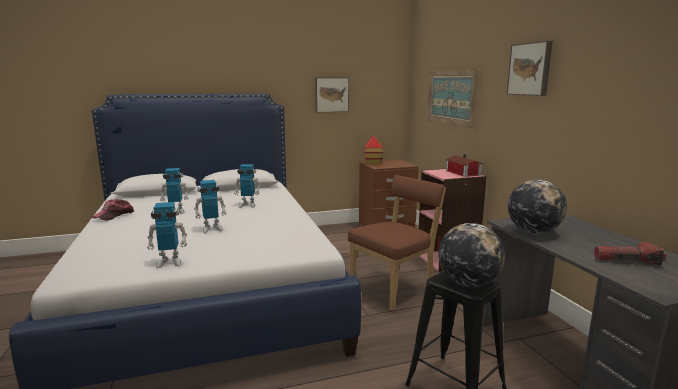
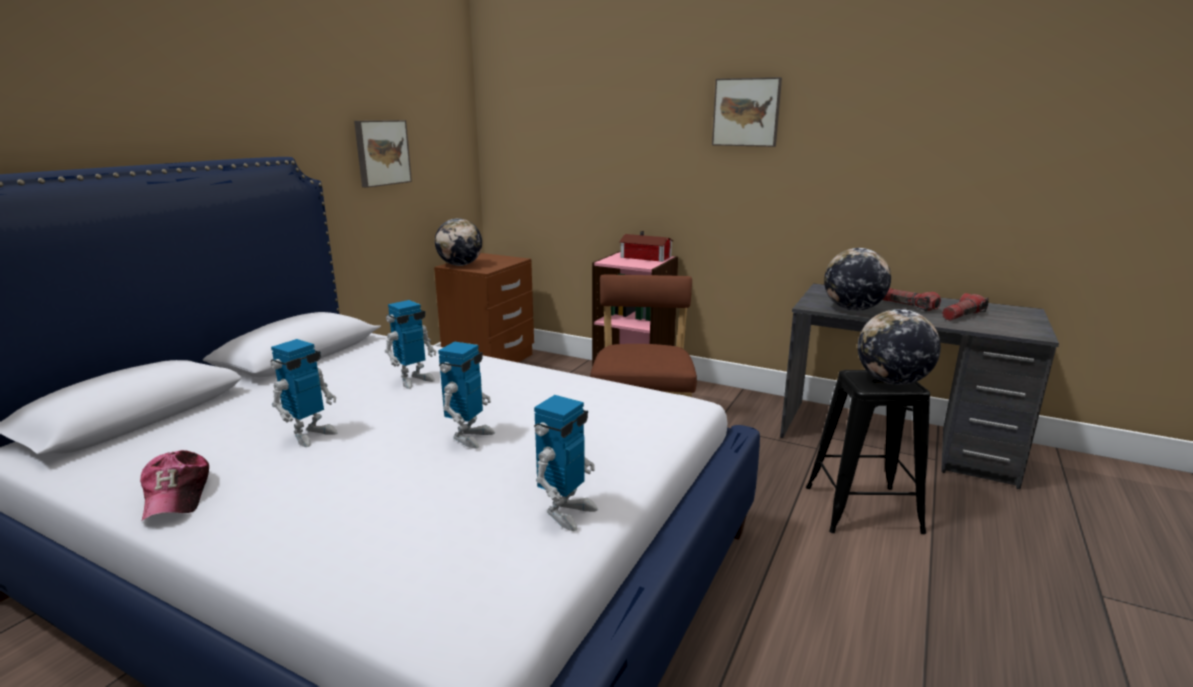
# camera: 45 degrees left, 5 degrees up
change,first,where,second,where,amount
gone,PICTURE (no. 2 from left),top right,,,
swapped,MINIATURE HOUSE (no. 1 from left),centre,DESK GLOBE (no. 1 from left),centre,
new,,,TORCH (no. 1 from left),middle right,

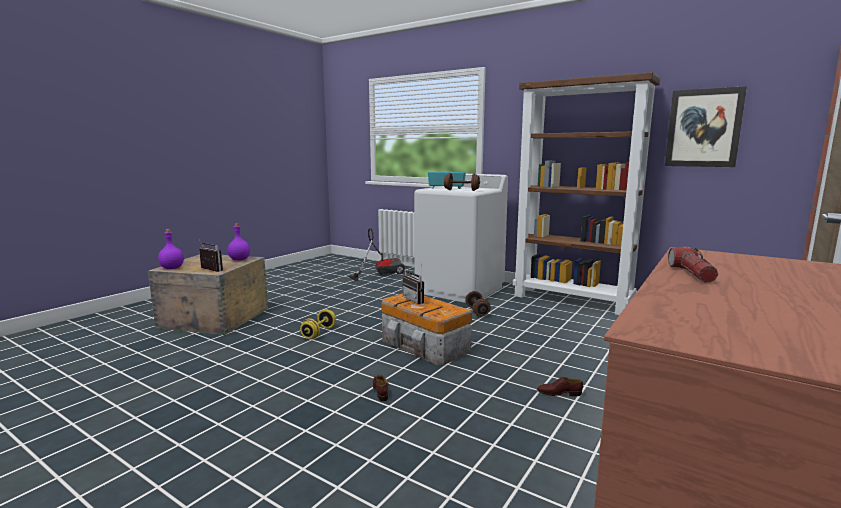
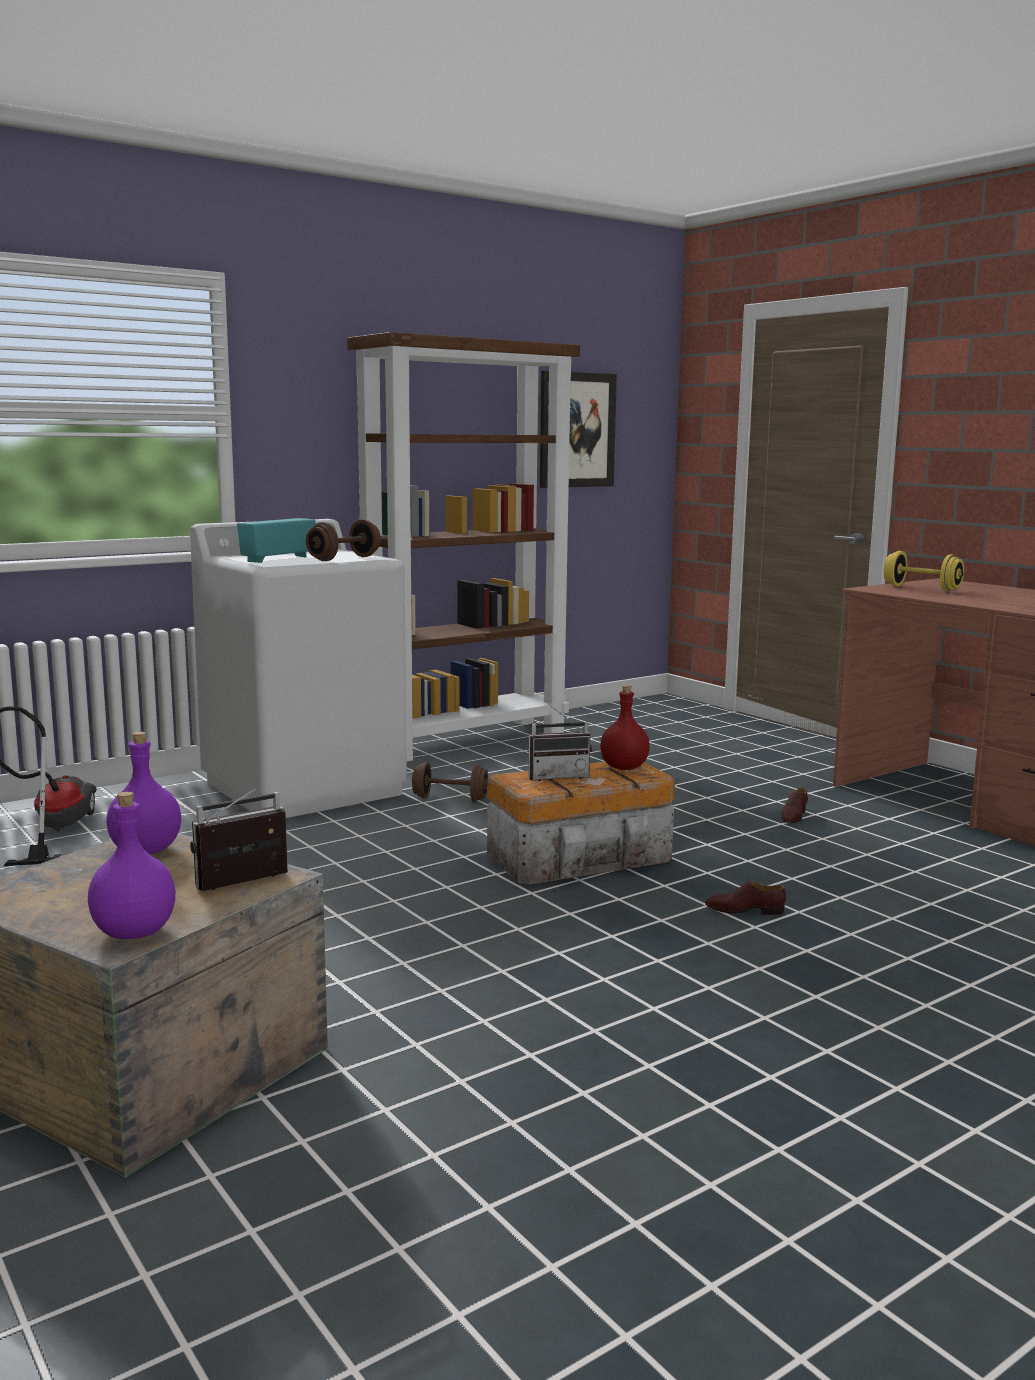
# camera: 70 degrees left, 0 degrees up
change,first,where,second,where,amount
gone,TORCH,middle right,,,
shifted,YELLOWISH FREE WEIGHT,centre,,middle right,
new,,,RED-COLOURED BEVERAGE BOTTLE,centre,

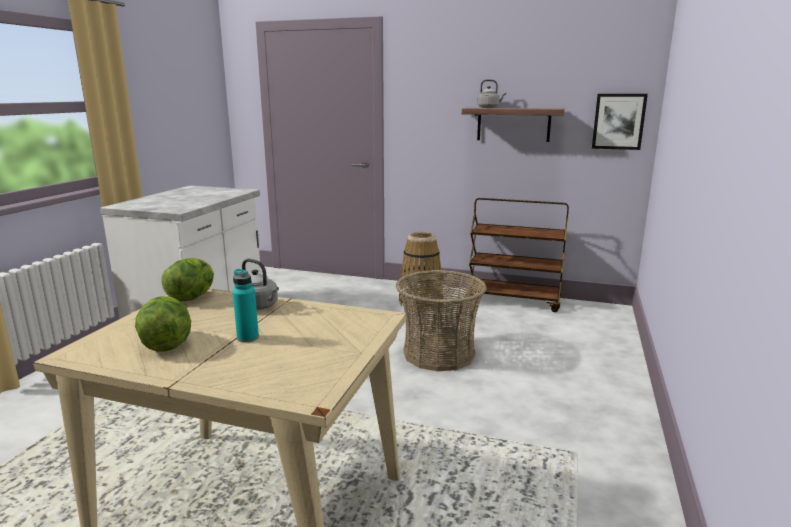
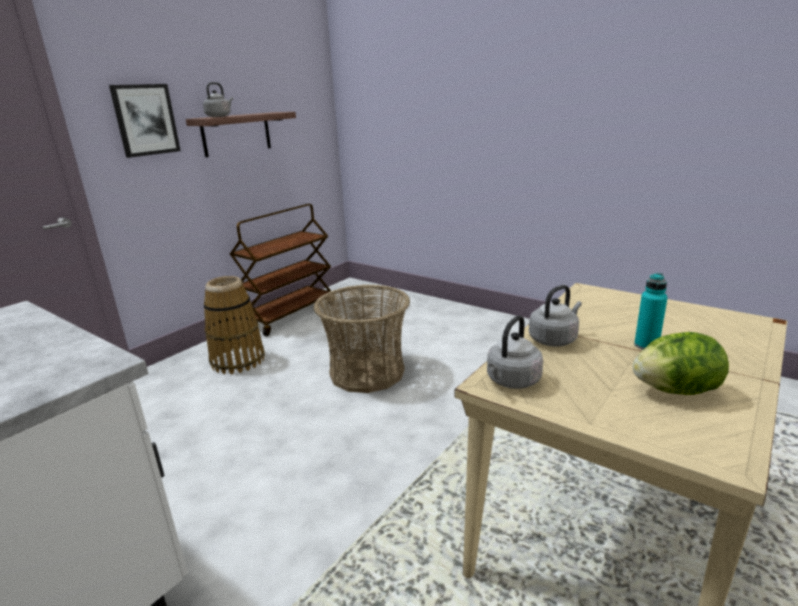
# camera: 70 degrees left, 5 degrees up
change,first,where,second,where,amount
shifted,PICTURE,top right,,top left,
swapped,LETTUCE HEAD (no. 2 from left),middle left,GREYISH TEA KETTLE (no. 2 from left),centre,

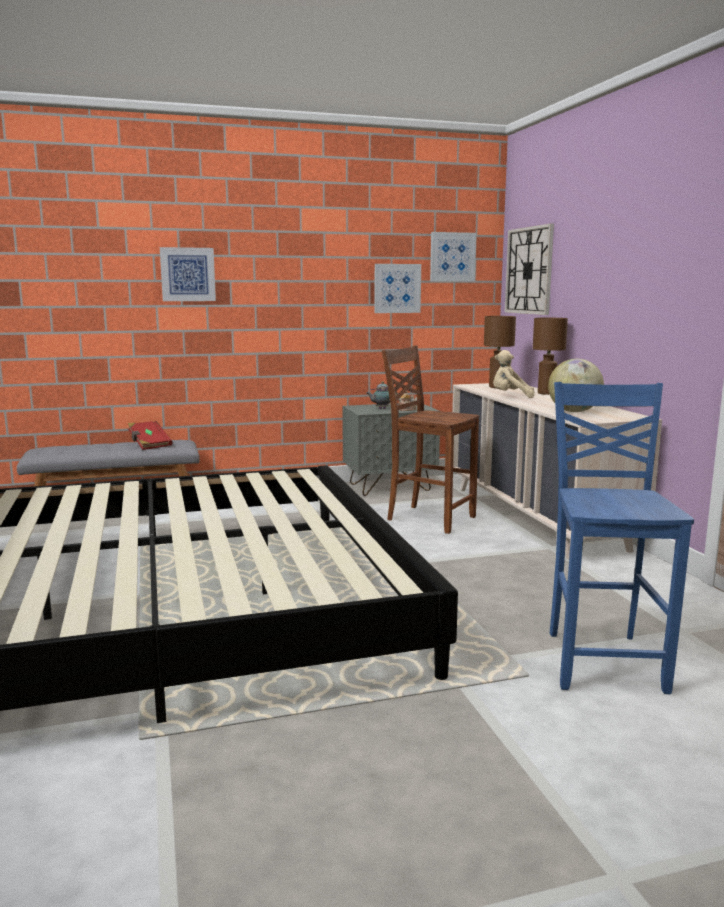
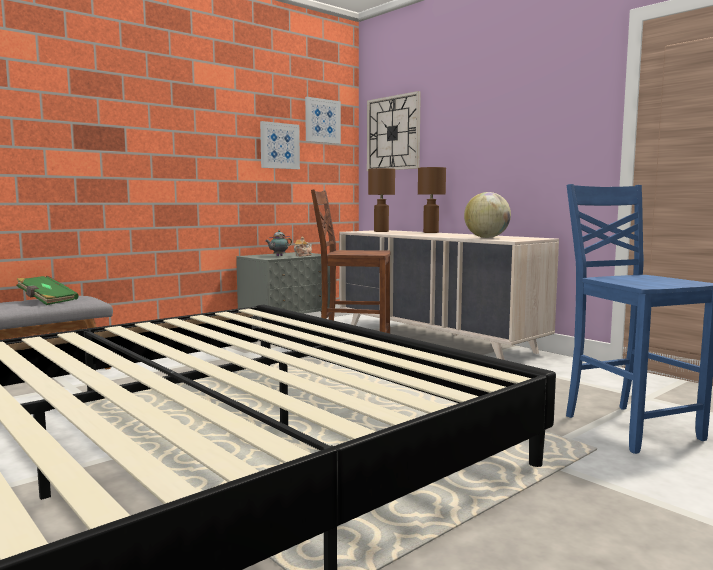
# camera: 25 degrees left, 5 degrees down
change,first,where,second,where,amount
gone,PICTURE (no. 1 from left),top left,,,
gone,BEIGE-COLOURED PLUSH TOY,middle right,,,
repainted,RED-COLOURED BOOK,middle left,GREEN-COLOURED BOOK,middle left,

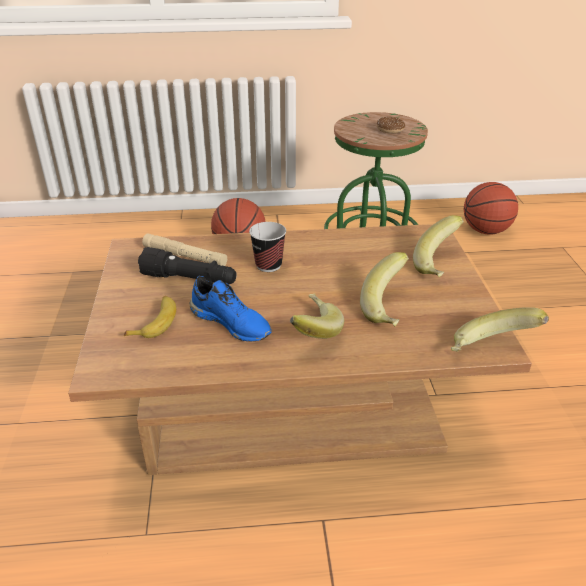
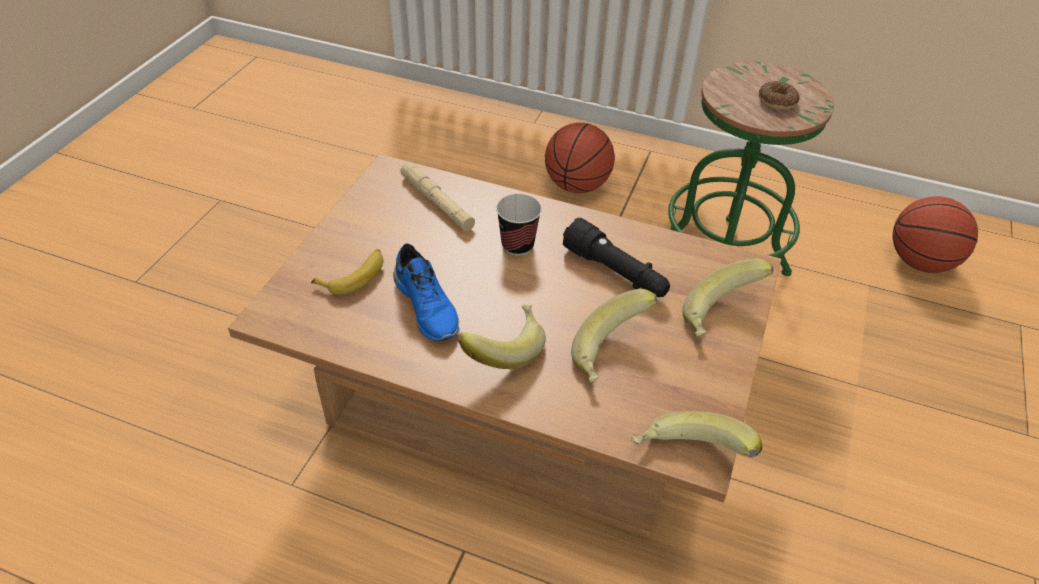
# camera: 25 degrees right, 10 degrees up
change,first,where,second,where,amount
shifted,BLACK-COLOURED TORCH,middle left,,centre,

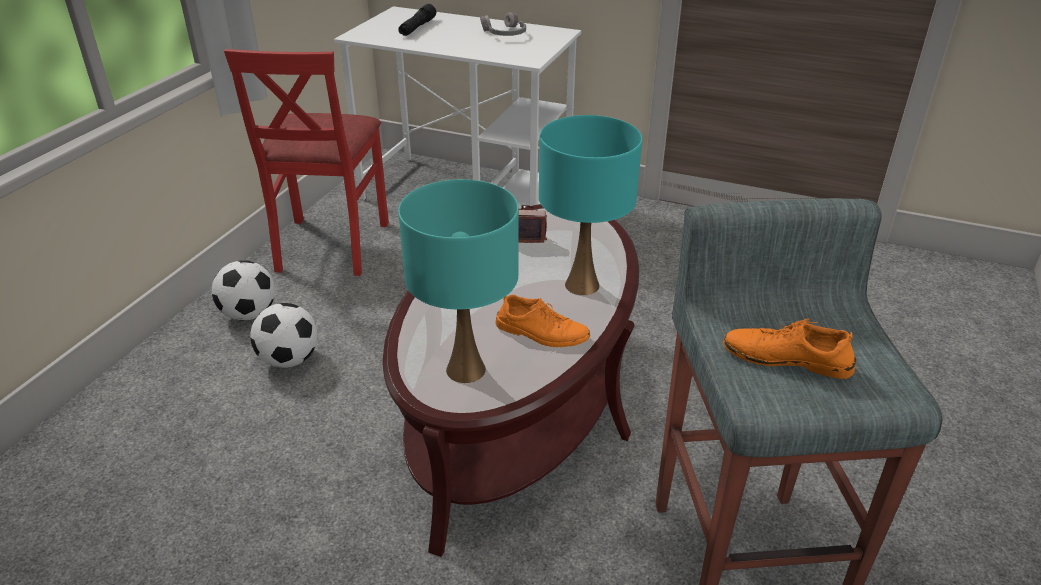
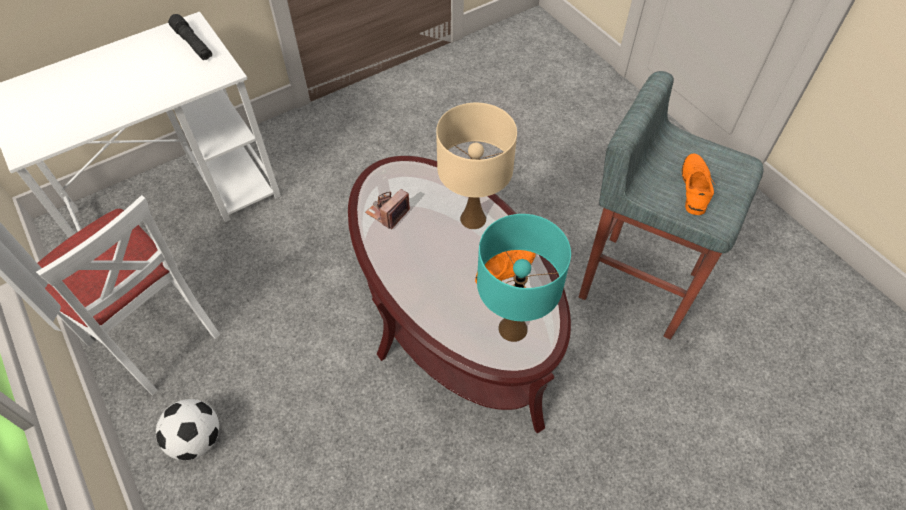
# camera: 55 degrees left, 20 degrees up
change,first,where,second,where,amount
shifted,BLACK-COLOURED TORCH,top centre,,top left,
gone,GREYISH PAIR OF HEADPHONES,top centre,,,
repainted,RED-COLOURED UPRIGHT CHAIR,top left,WHITISH UPRIGHT CHAIR,middle left,
repainted,TURQUOISE-COLOURED TABLE LAMP (no. 2 from left),centre,BEIGE-COLOURED TABLE LAMP,top centre,
gone,FOOTBALL BALL (no. 2 from left),middle left,,,
rotated,ORANGE-COLOURED SHOE (no. 2 from left),middle right,,middle right,135 degrees clockwise

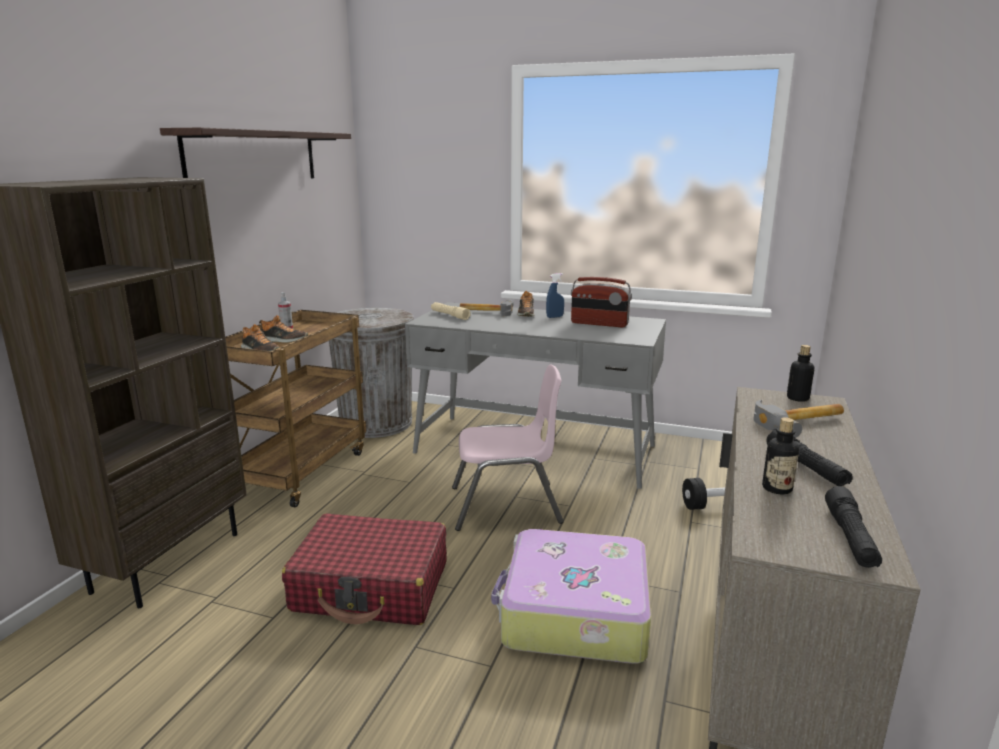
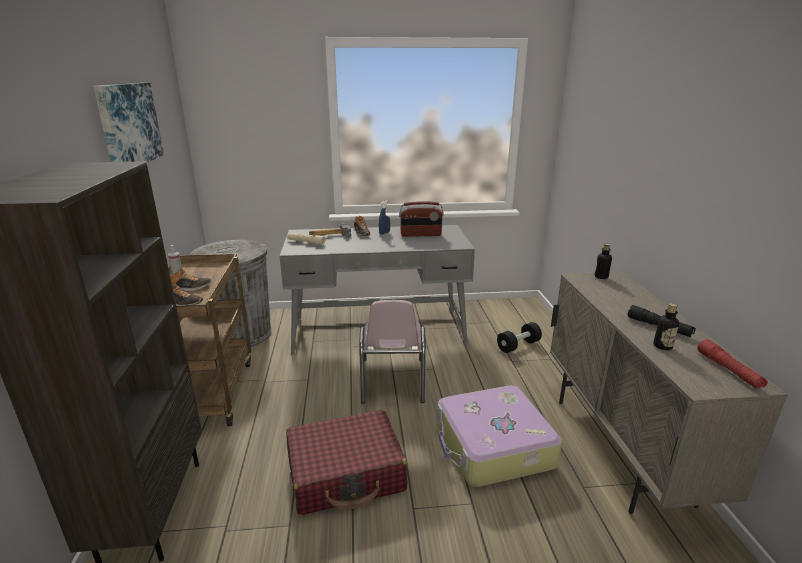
# camera: 25 degrees left, 5 degrees up
change,first,where,second,where,amount
swapped,WALL SHELF,top left,PICTURE,top left,
rotated,PINK-COLOURED UPRIGHT CHAIR,centre,,centre,120 degrees clockwise
gone,TOOL HAMMER (no. 2 from left),middle right,,,
repainted,BLACK-COLOURED TORCH (no. 2 from left),bottom right,RED-COLOURED TORCH,middle right,

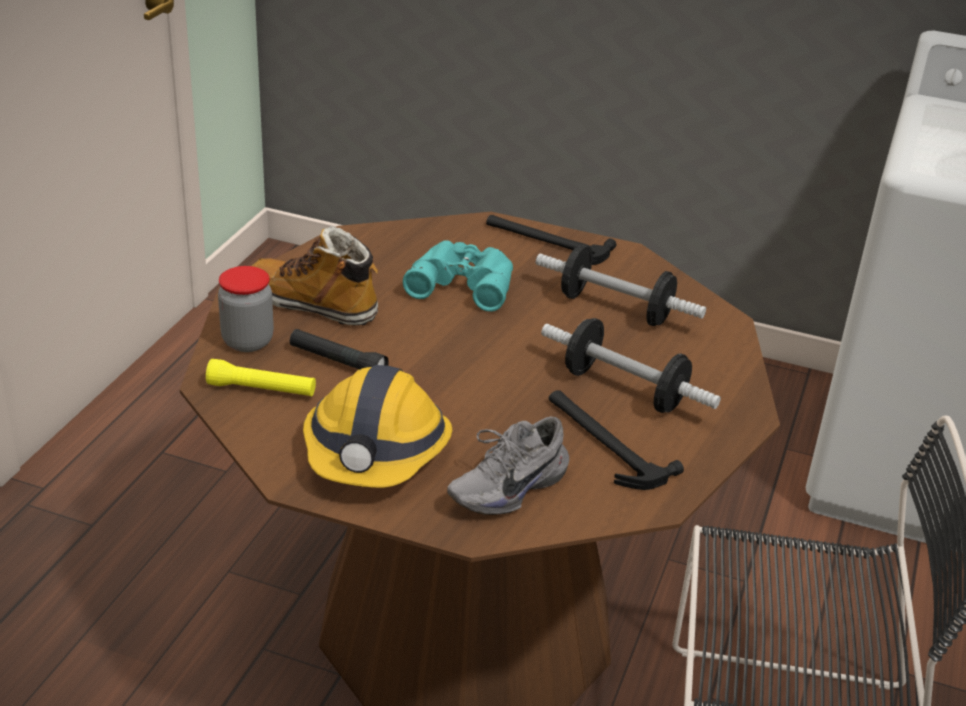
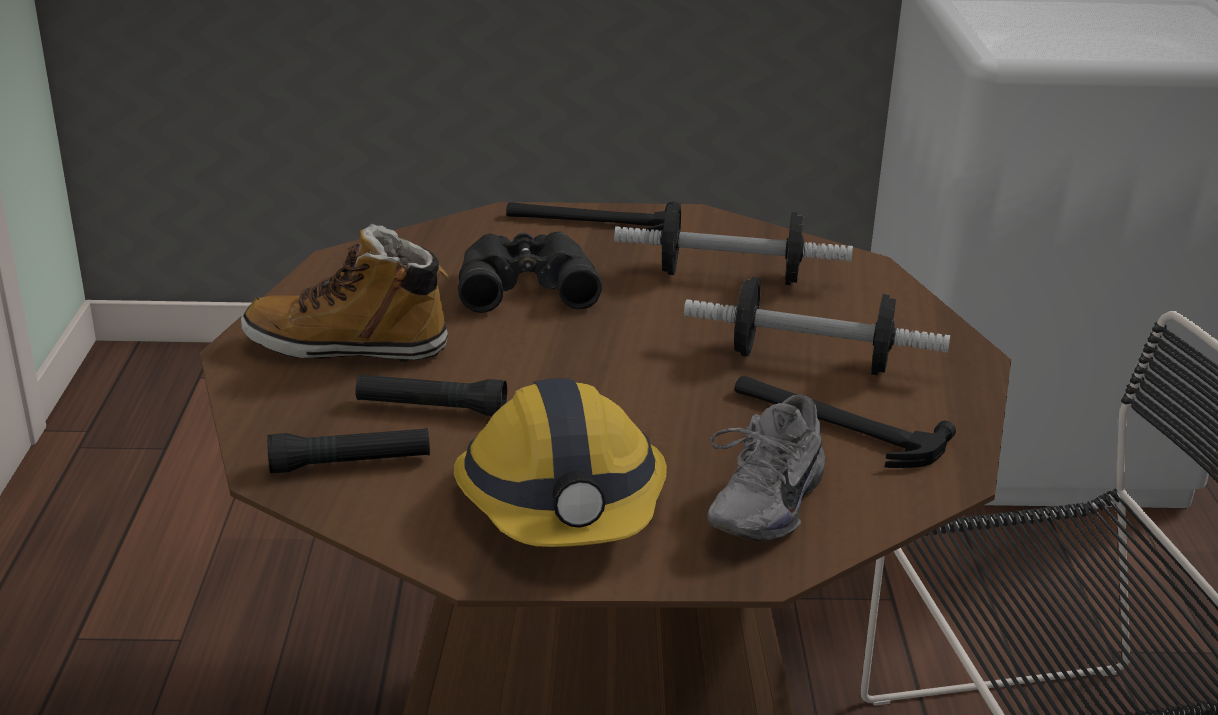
# camera: 20 degrees left, 5 degrees down
change,first,where,second,where,amount
repainted,TURQUOISE-COLOURED BINOCULARS,centre,BLACK-COLOURED BINOCULARS,centre,
gone,JAR,middle left,,,
repainted,YELLOWISH TORCH,middle left,BLACK-COLOURED TORCH (no. 1 from left),middle left,

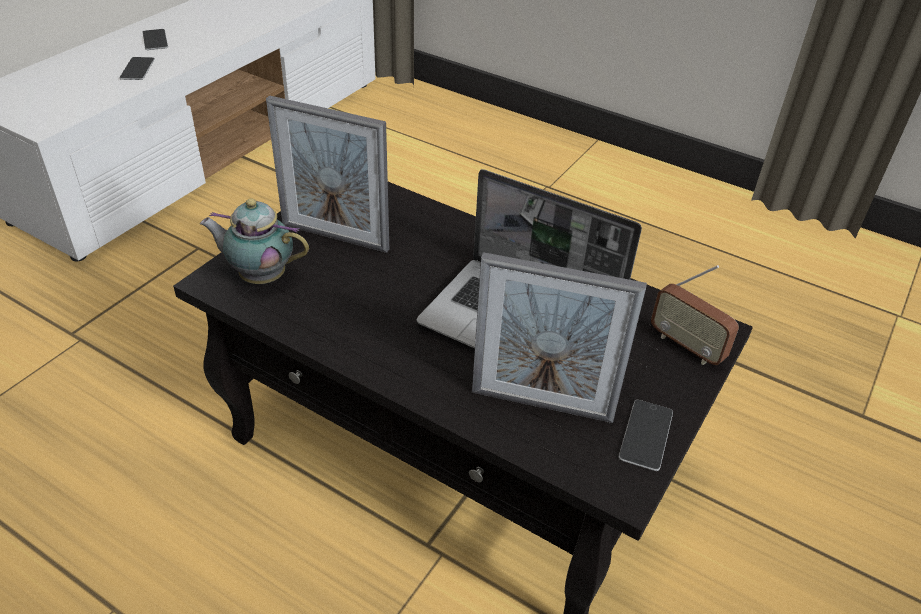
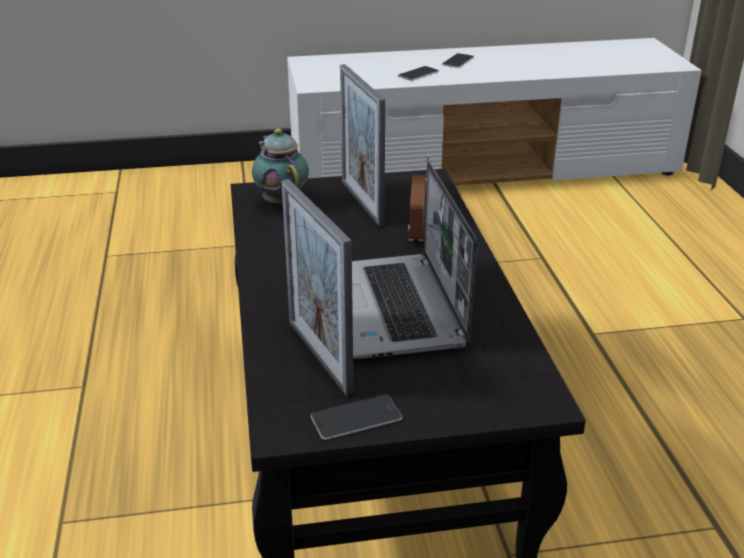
# camera: 50 degrees right, 10 degrees down
change,first,where,second,where,amount
shifted,RADIO SET,middle right,,centre,

